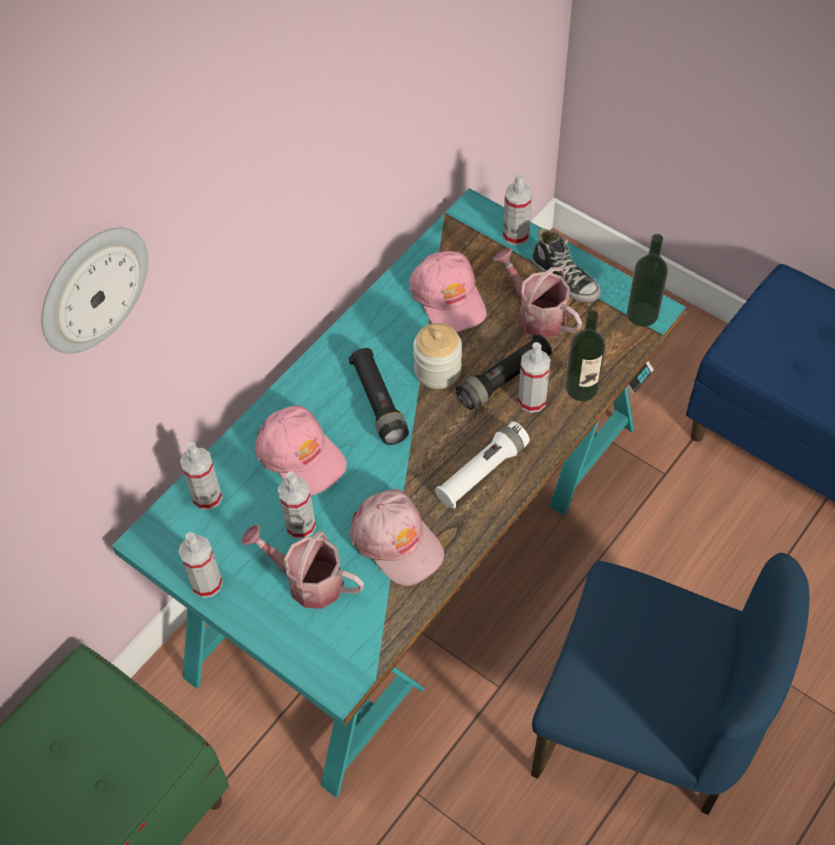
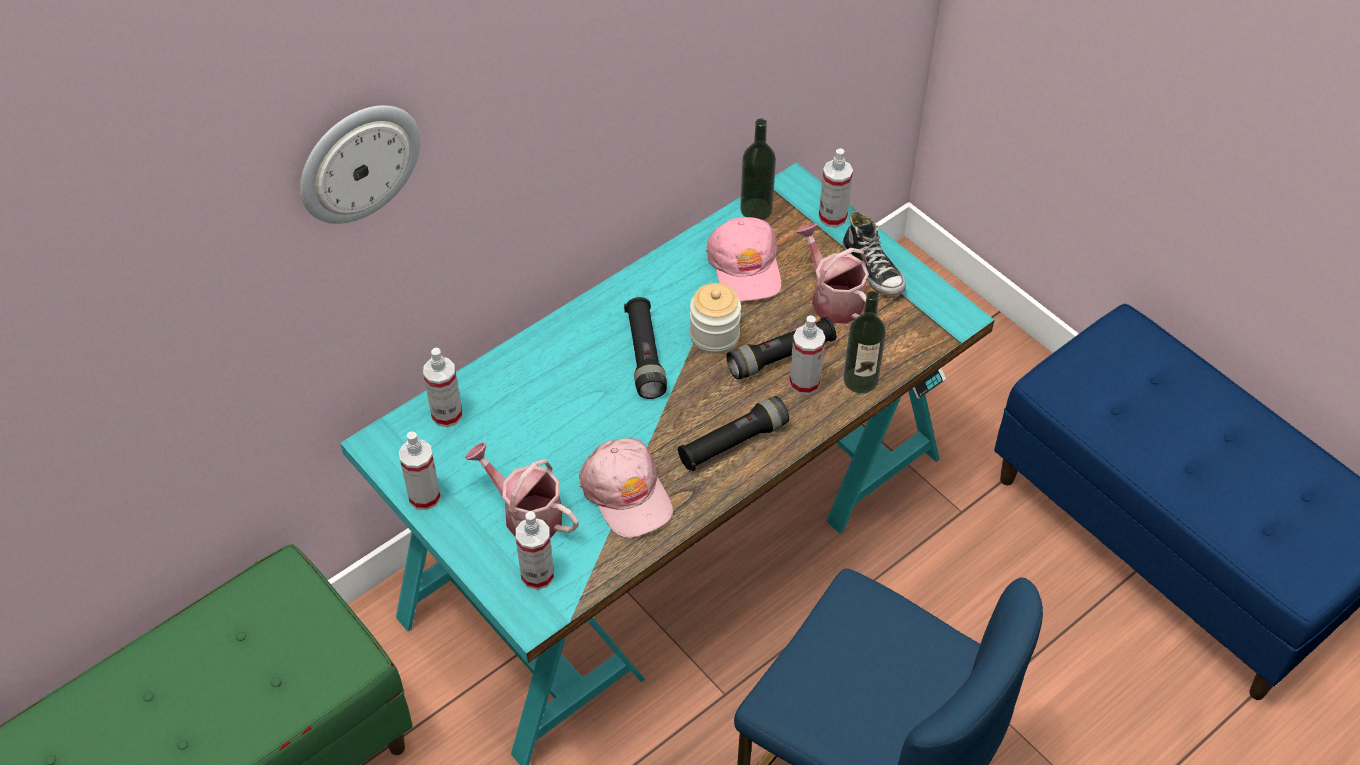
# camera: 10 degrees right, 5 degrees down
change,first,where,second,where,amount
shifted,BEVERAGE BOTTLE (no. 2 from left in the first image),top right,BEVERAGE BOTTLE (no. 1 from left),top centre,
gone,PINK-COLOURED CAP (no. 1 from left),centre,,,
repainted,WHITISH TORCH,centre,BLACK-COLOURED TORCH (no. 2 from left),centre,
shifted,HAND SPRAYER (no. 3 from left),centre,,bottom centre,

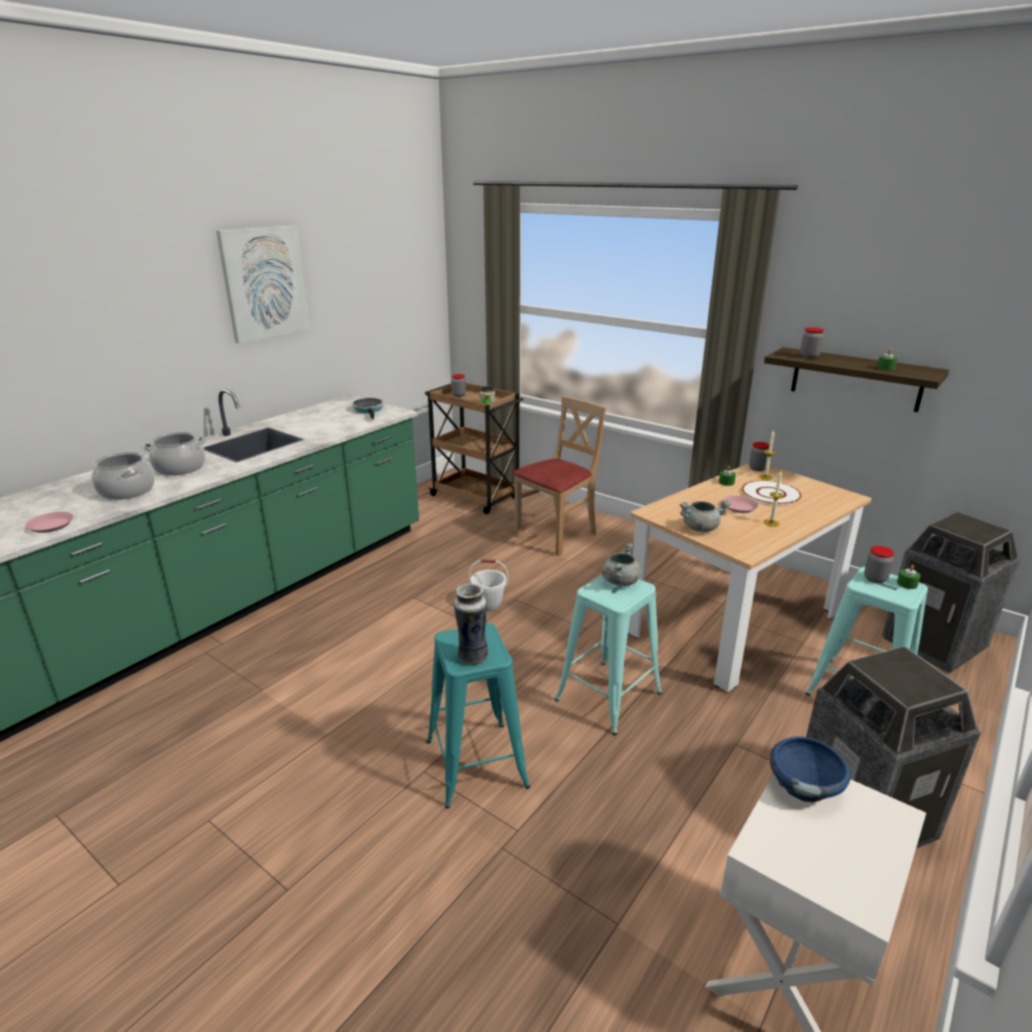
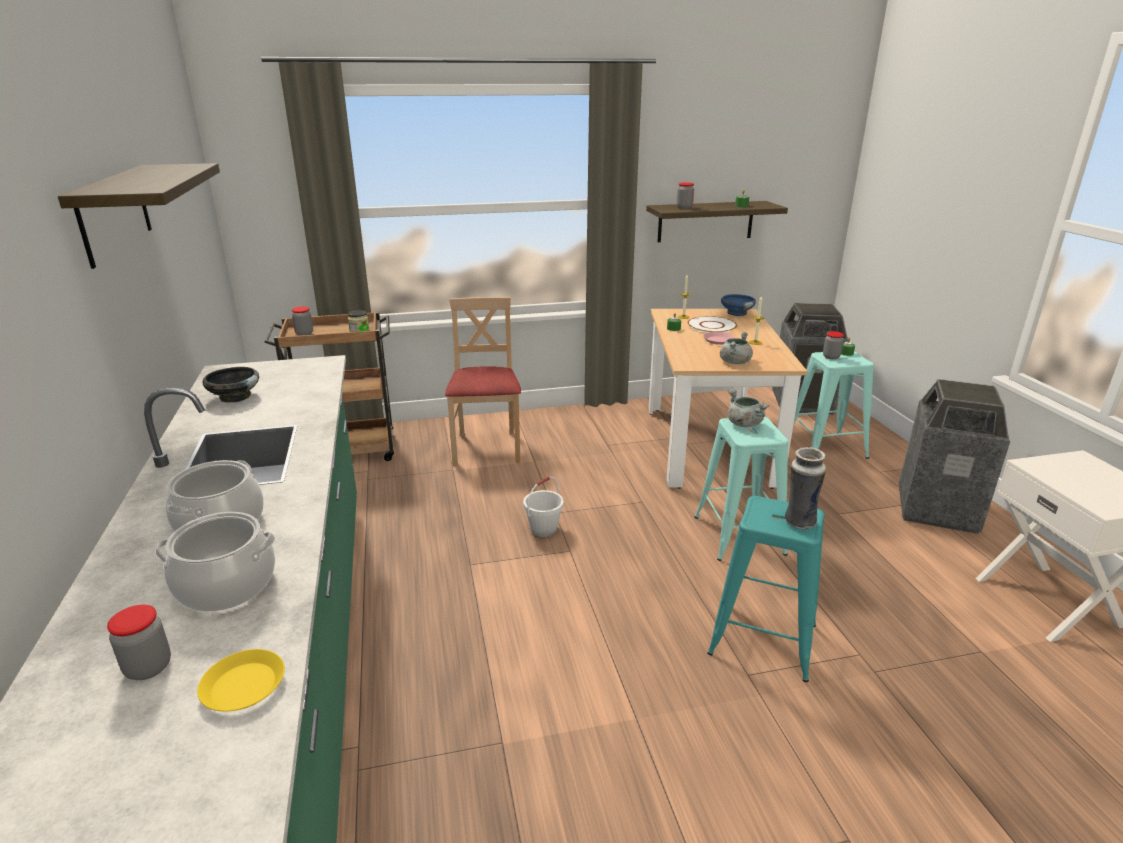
# camera: 50 degrees left, 0 degrees up
change,first,where,second,where,amount
swapped,PICTURE,top left,WALL SHELF (no. 1 from left),top left,
gone,SKILLET,centre,,,
shifted,JAR (no. 3 from left in the first image),middle right,JAR (no. 1 from left),bottom left,
repainted,PINK-COLOURED PLATE (no. 1 from left),middle left,YELLOWISH PLATE,bottom left,
shifted,BLUISH BOWL,bottom right,,centre,
new,,,BLACK-COLOURED BOWL,middle left,

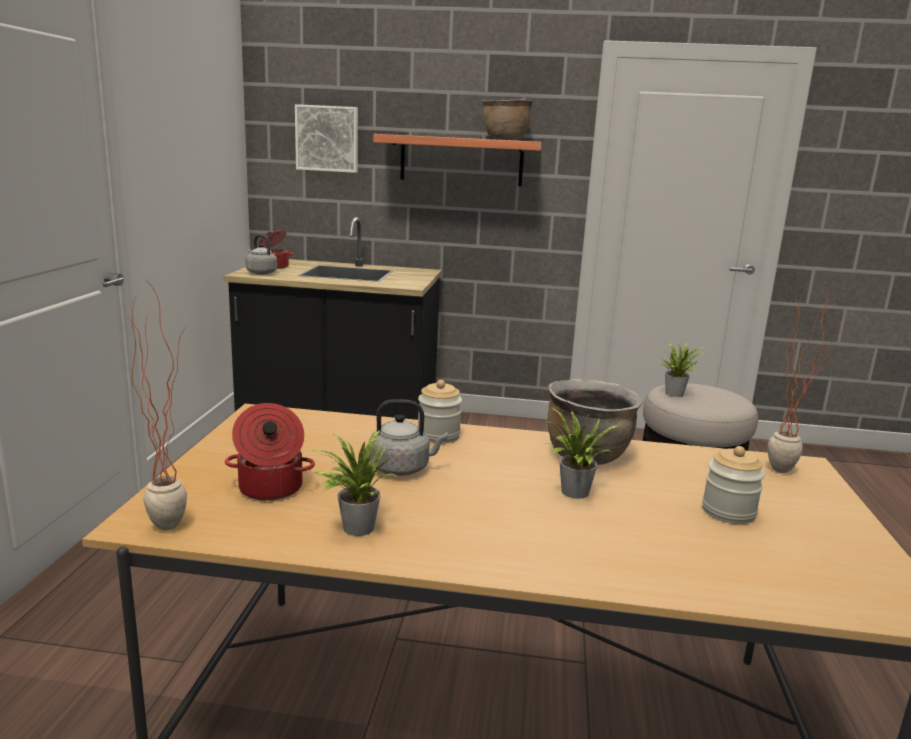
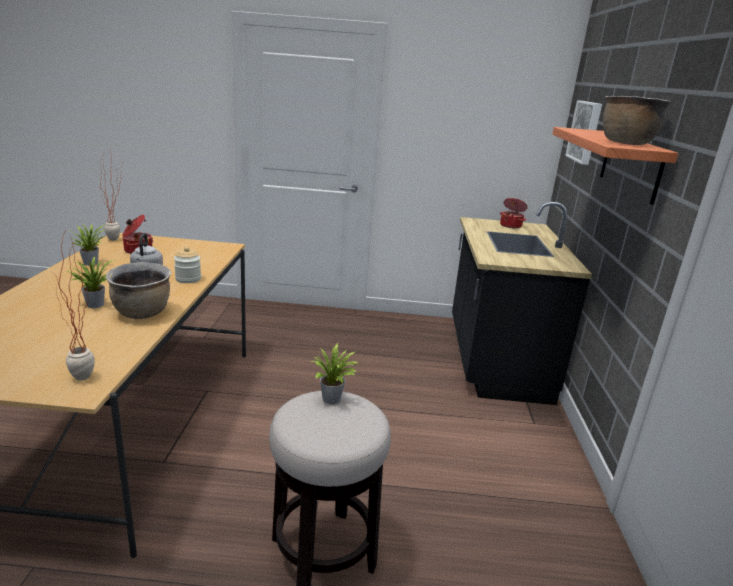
# camera: 85 degrees right, 5 degrees up
change,first,where,second,where,amount
gone,GREYISH TEA KETTLE (no. 1 from left),middle left,,,
gone,JAR (no. 2 from left),middle right,,,

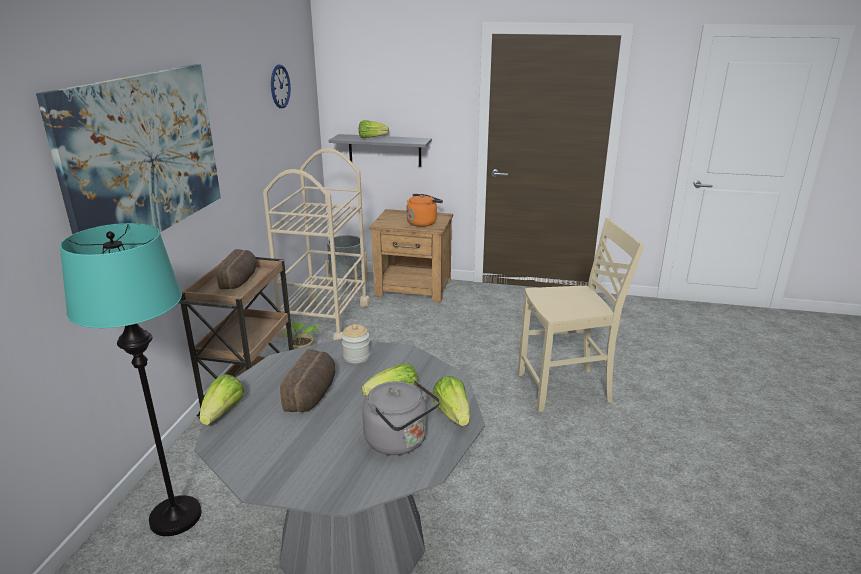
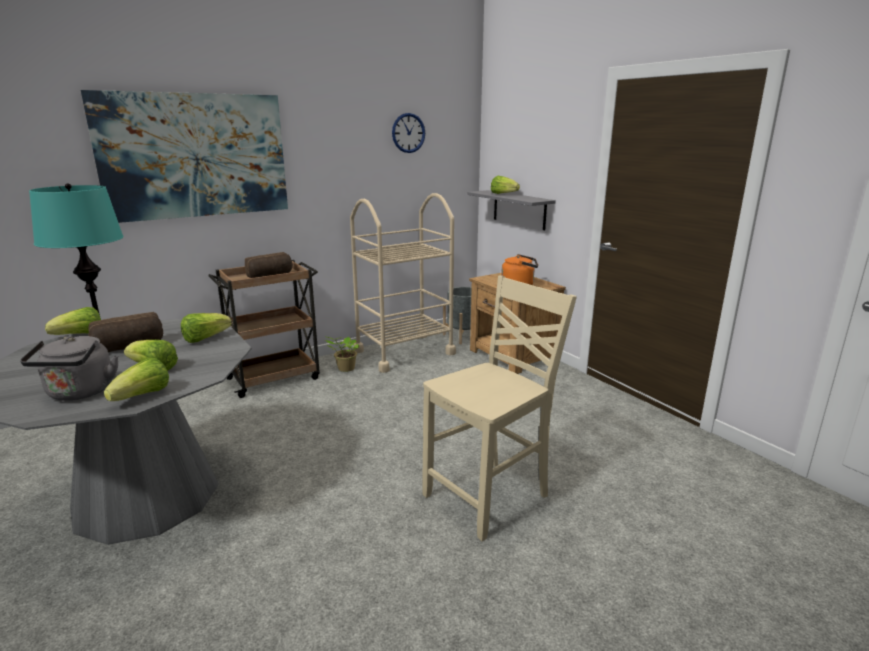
# camera: 45 degrees right, 5 degrees down
change,first,where,second,where,amount
rotated,BEIGE-COLOURED UPRIGHT CHAIR,middle right,,centre,75 degrees counterclockwise
swapped,JAR,centre,LETTUCE HEAD (no. 4 from left),middle left,

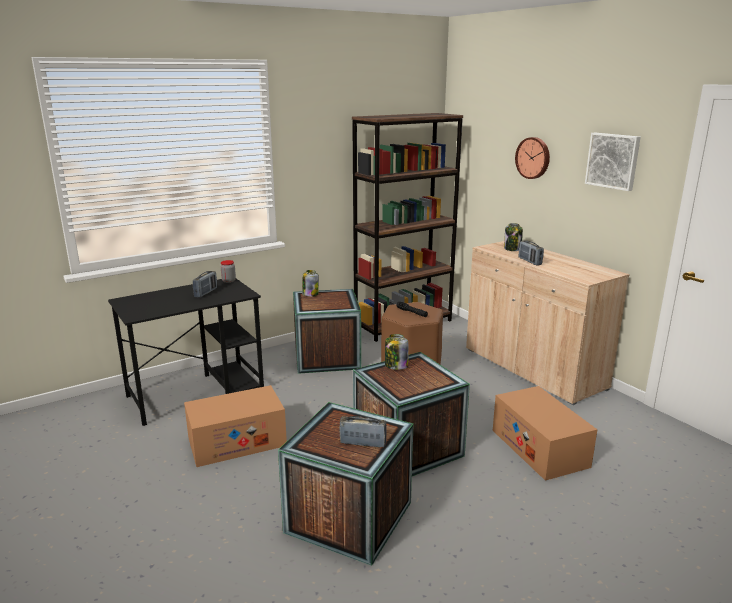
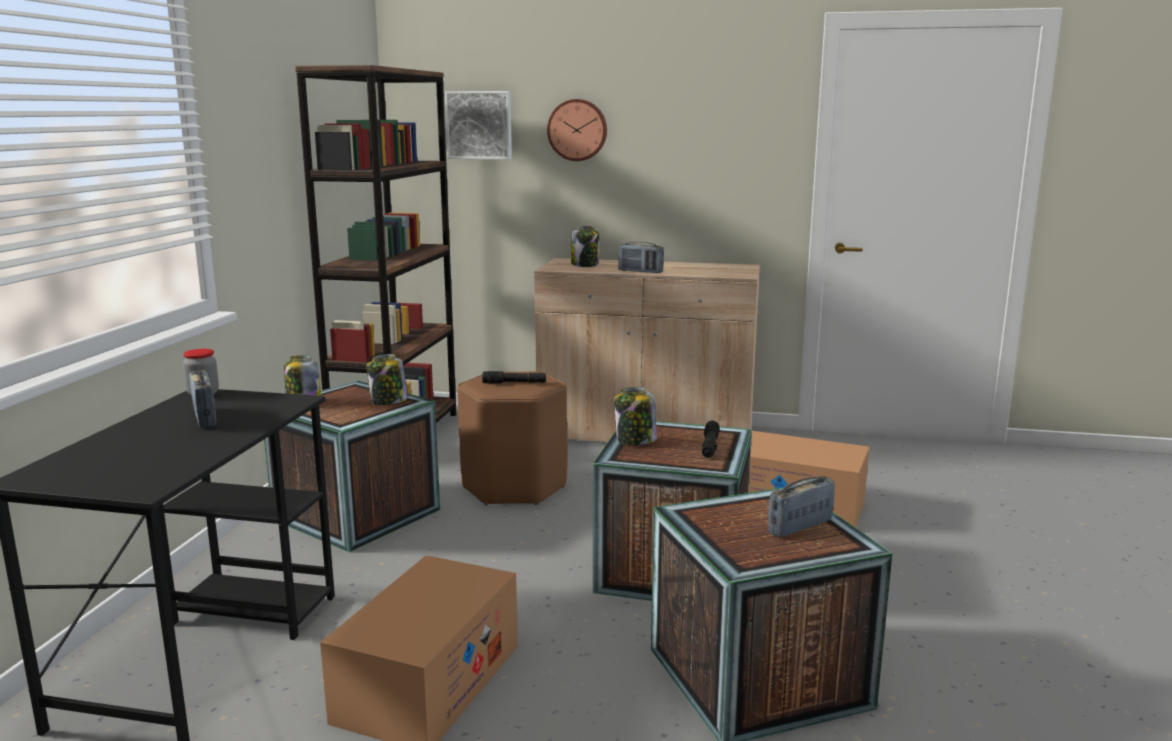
# camera: 45 degrees left, 5 degrees down
change,first,where,second,where,amount
shifted,PICTURE,top right,,top centre,
new,,,JAR (no. 3 from left),middle left,
new,,,BLACK-COLOURED TORCH (no. 2 from left),centre,

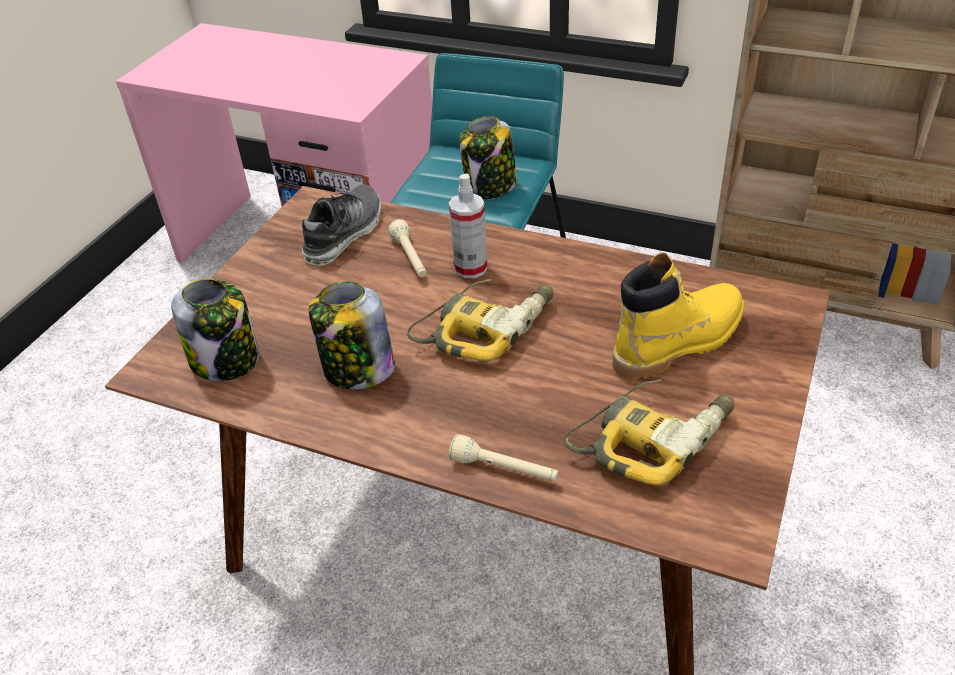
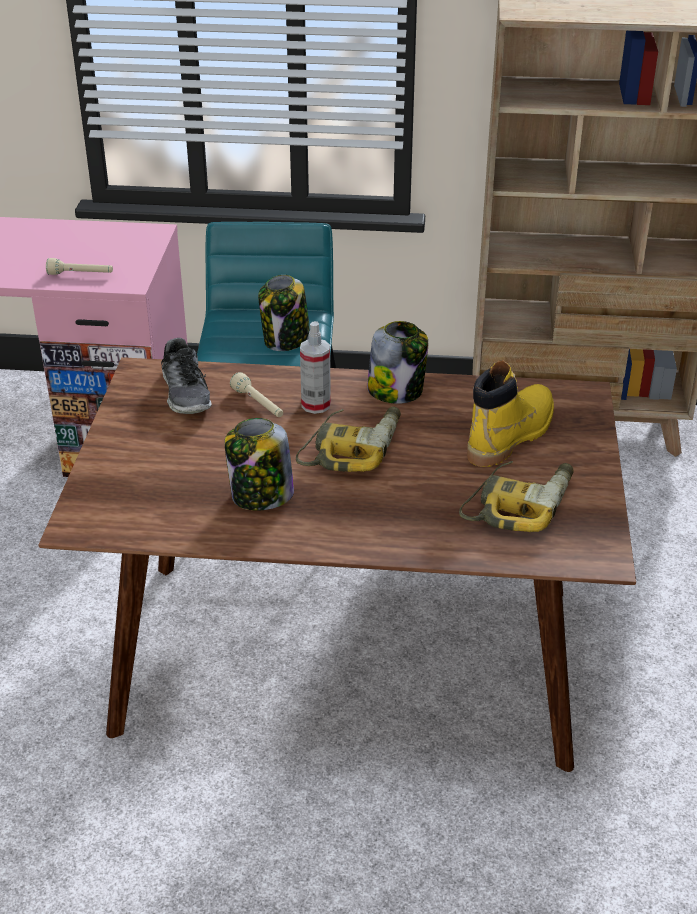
# camera: 20 degrees left, 5 degrees down
change,first,where,second,where,amount
rotated,SHOE,centre,,middle left,150 degrees clockwise
shifted,JAR (no. 1 from left in the first image),middle left,JAR (no. 3 from left),centre,
shifted,BEIGE-COLOURED TORCH (no. 2 from left in the first image),bottom centre,BEIGE-COLOURED TORCH (no. 1 from left),top left,

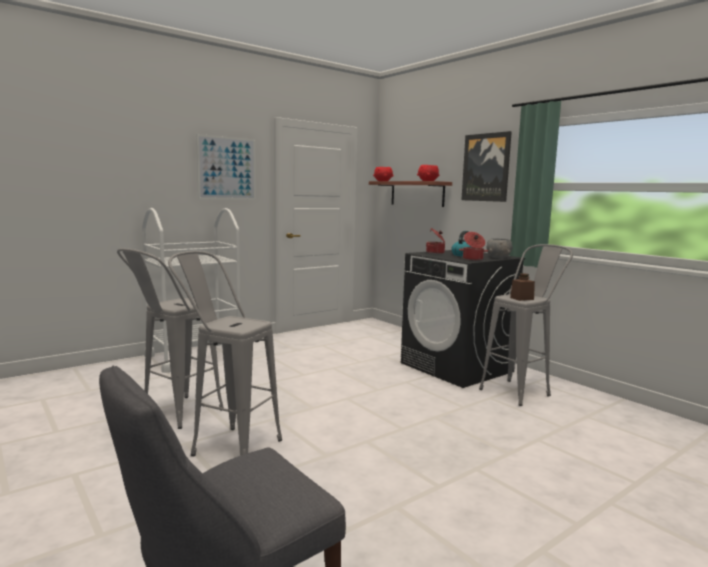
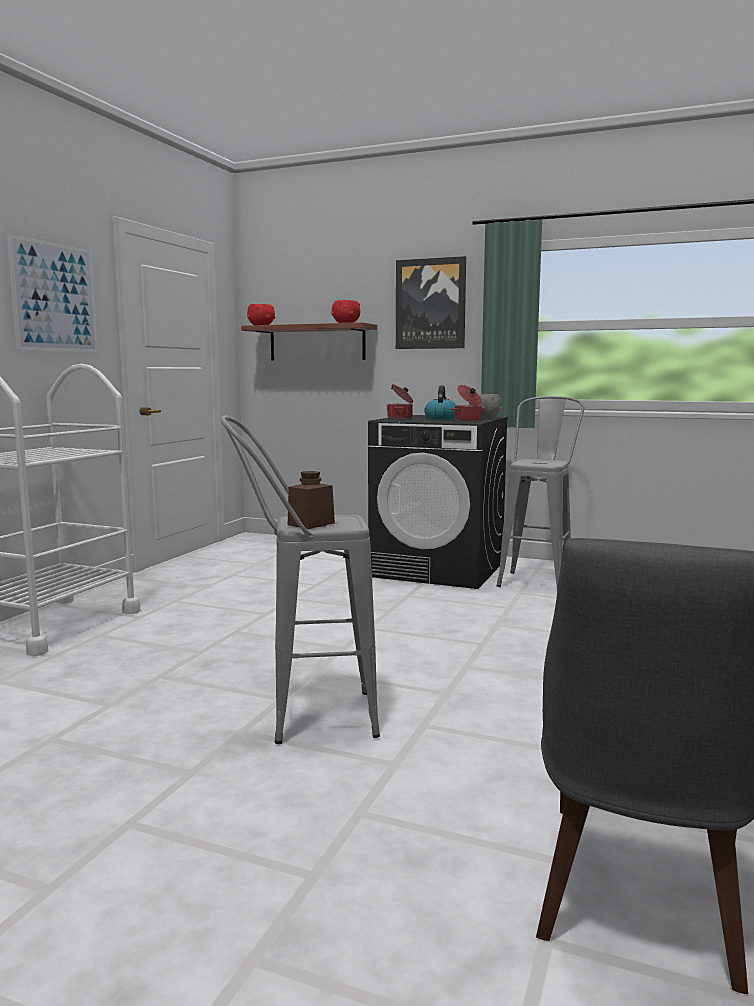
# camera: 30 degrees left, 0 degrees up
change,first,where,second,where,amount
gone,GREYISH SITTING STOOL (no. 1 from left),middle left,,,
shifted,BROWN-COLOURED JAR,middle right,,centre,

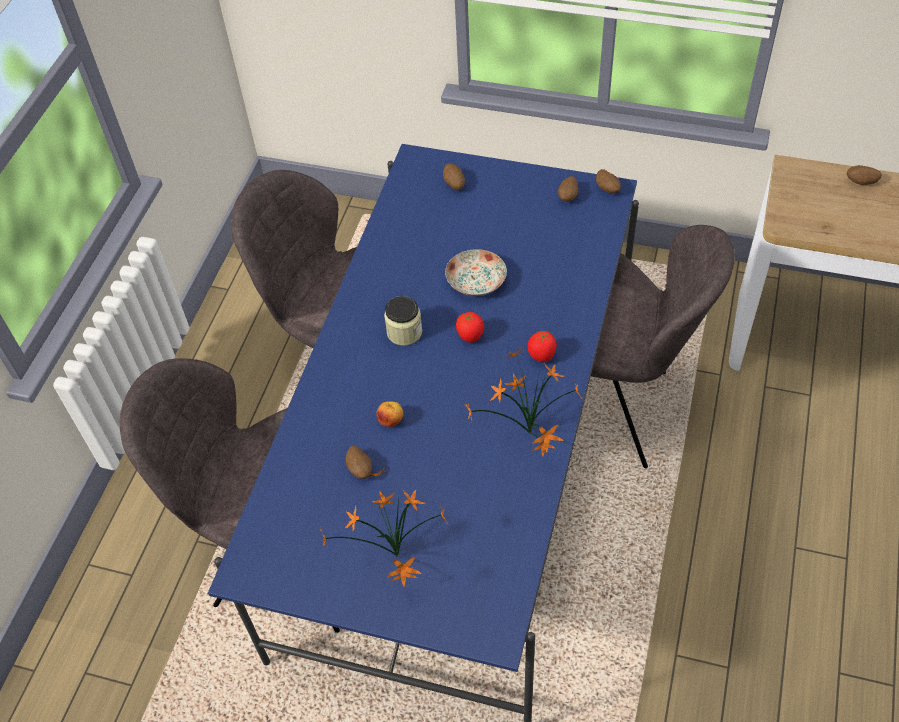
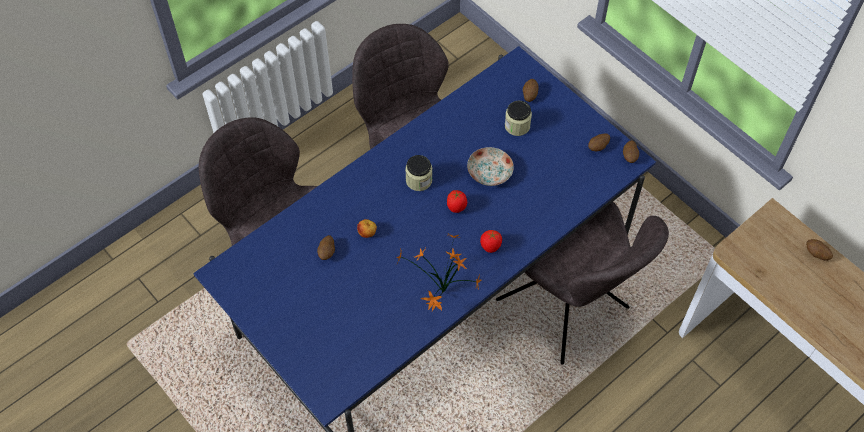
# camera: 30 degrees right, 5 degrees up
change,first,where,second,where,amount
gone,PLANT IN A POT (no. 1 from left),bottom centre,,,
new,,,JAR (no. 2 from left),top centre,

